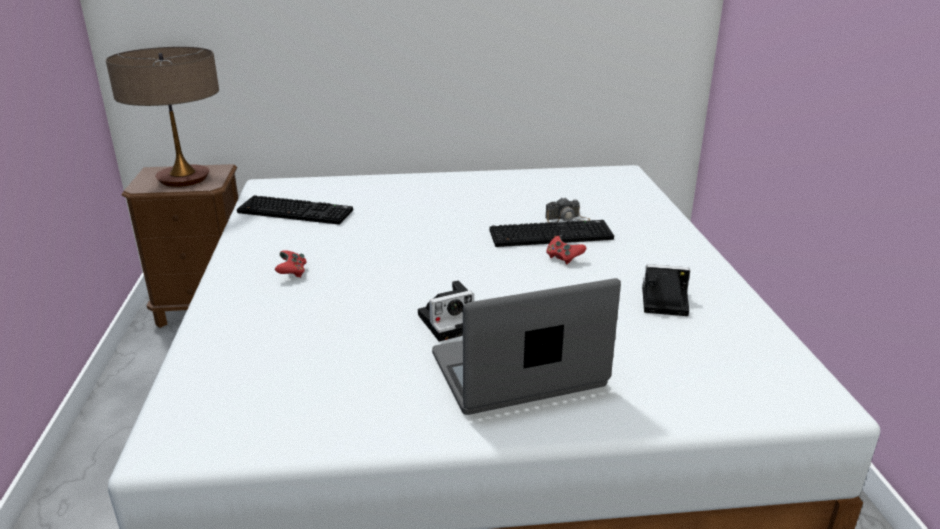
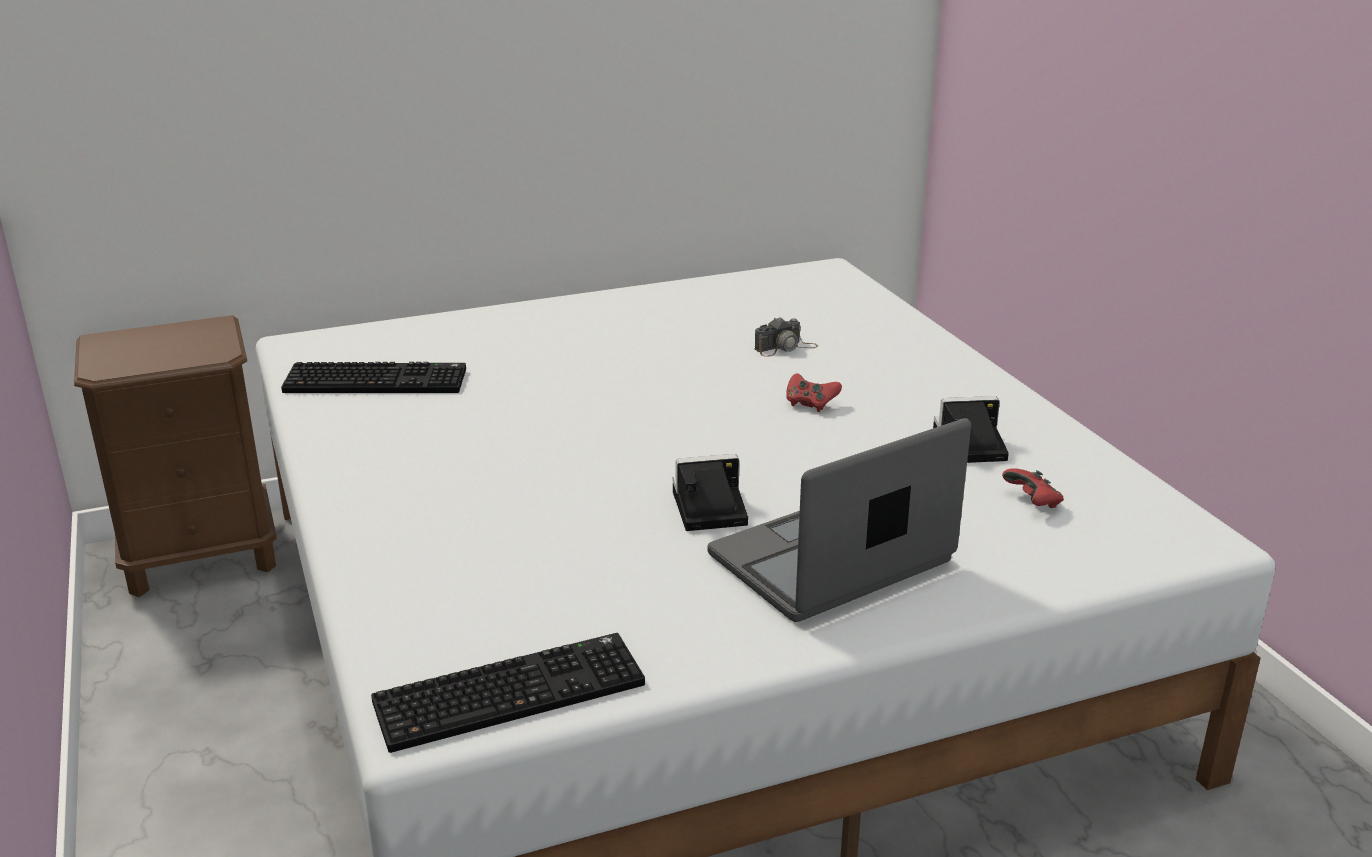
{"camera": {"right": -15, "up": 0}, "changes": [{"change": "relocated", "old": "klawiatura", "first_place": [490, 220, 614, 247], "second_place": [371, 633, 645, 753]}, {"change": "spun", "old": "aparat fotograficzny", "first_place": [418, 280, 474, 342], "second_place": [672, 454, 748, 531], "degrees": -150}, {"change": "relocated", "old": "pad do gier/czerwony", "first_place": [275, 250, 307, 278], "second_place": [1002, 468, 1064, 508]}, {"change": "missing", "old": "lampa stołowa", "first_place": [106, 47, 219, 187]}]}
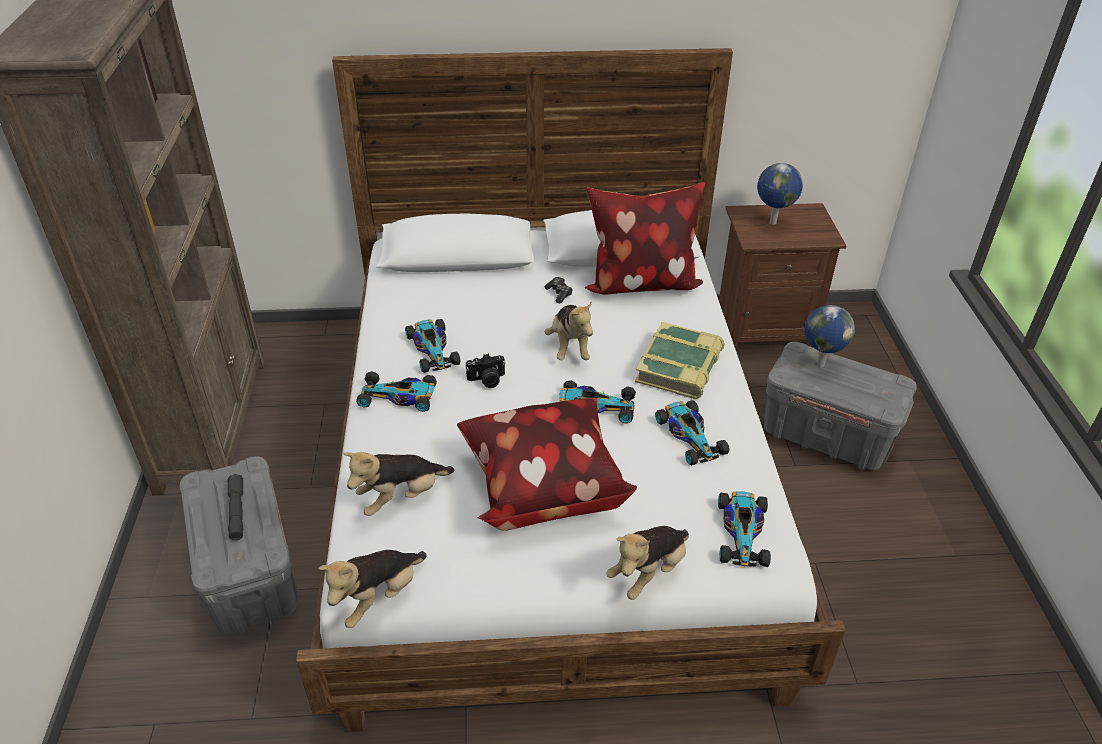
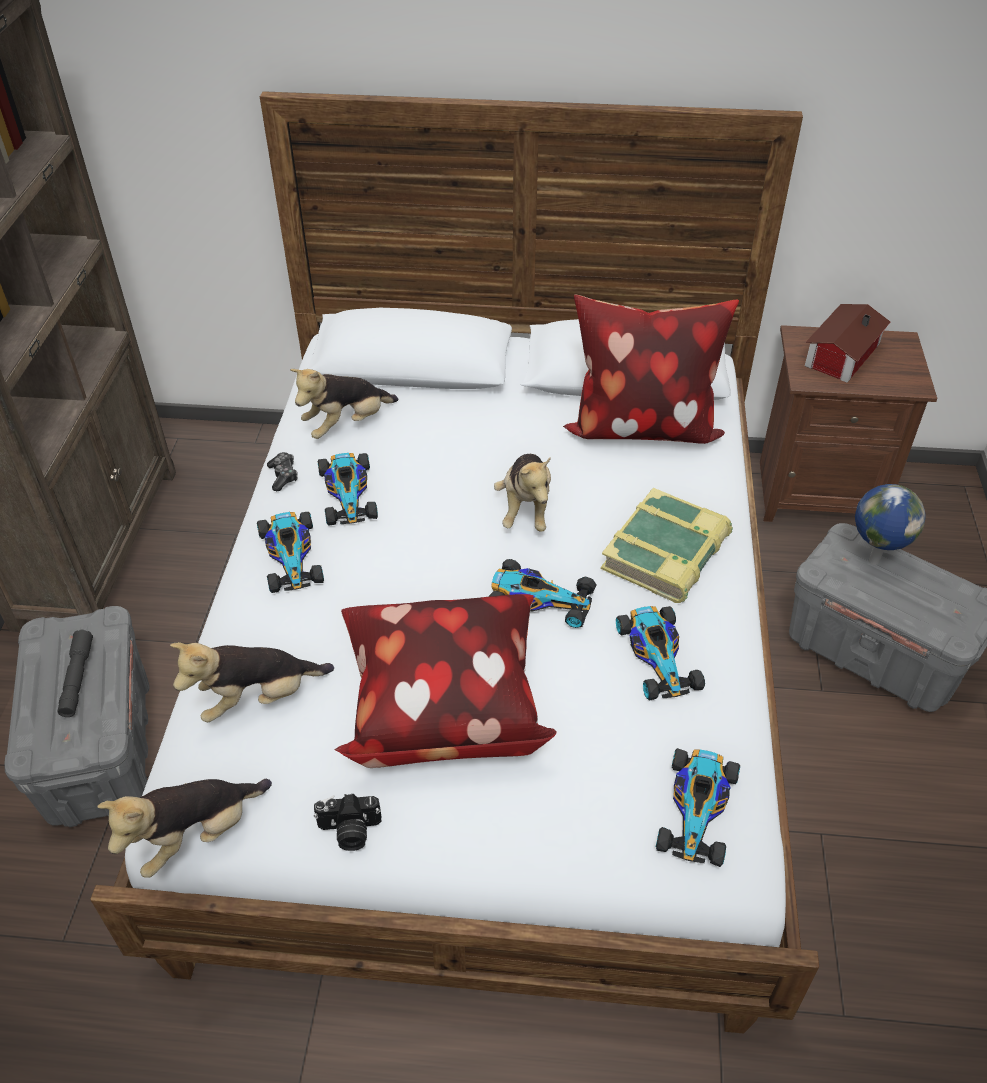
{"camera": {"right": 10, "up": 5}, "changes": [{"change": "spun", "old": "samochodzik", "first_place": [356, 371, 437, 412], "second_place": [257, 512, 324, 593], "degrees": -120}, {"change": "relocated", "old": "pad do gier", "first_place": [544, 277, 573, 303], "second_place": [267, 452, 298, 491]}, {"change": "relocated", "old": "pluszak", "first_place": [606, 526, 689, 600], "second_place": [290, 369, 398, 439]}, {"change": "relocated", "old": "aparat fotograficzny", "first_place": [466, 353, 505, 388], "second_place": [314, 794, 382, 851]}, {"change": "exchanged", "old": "globus", "new": "domek", "first_place": [757, 163, 803, 225], "second_place": [805, 304, 891, 383]}]}
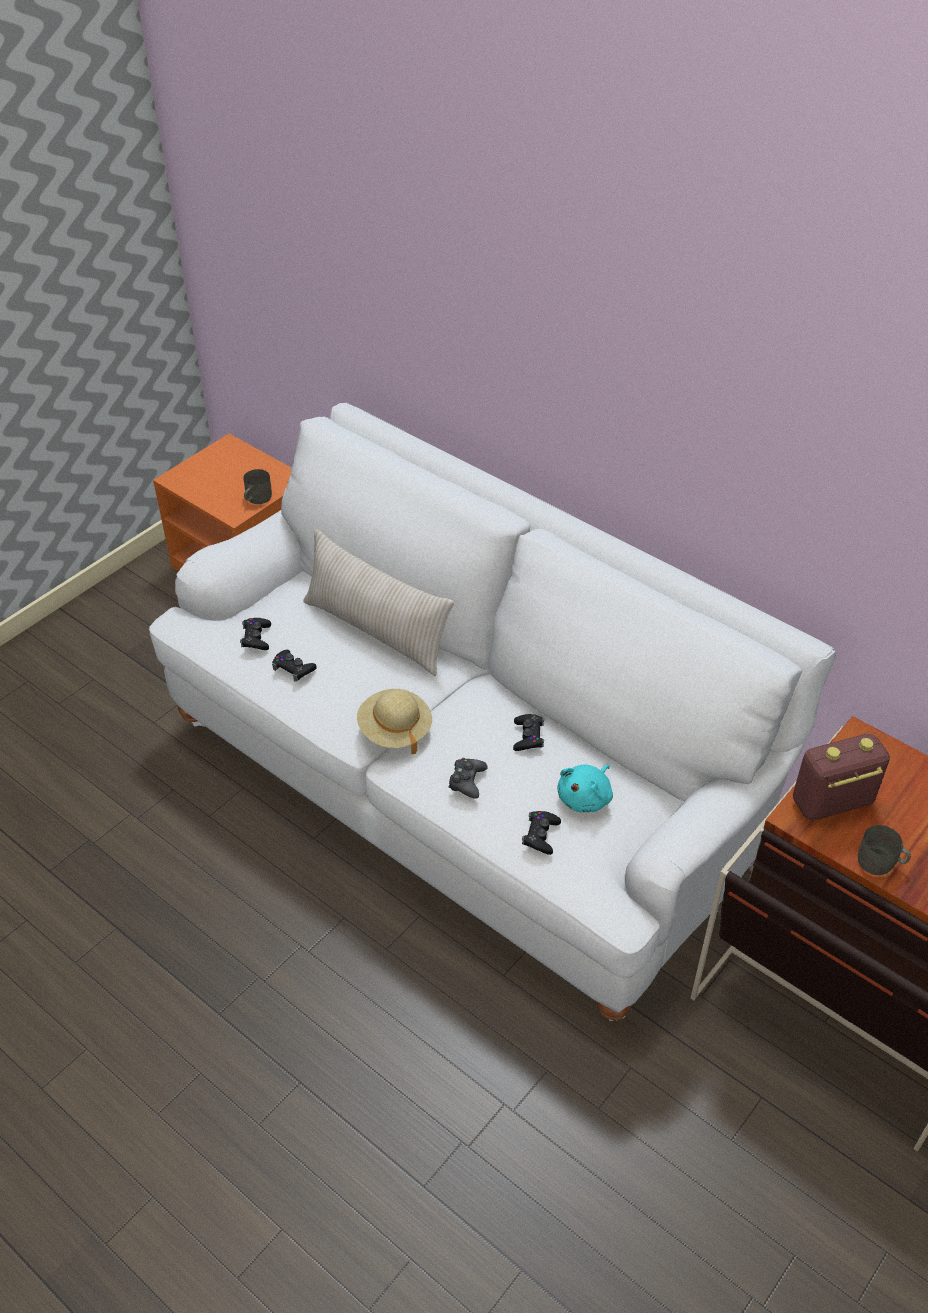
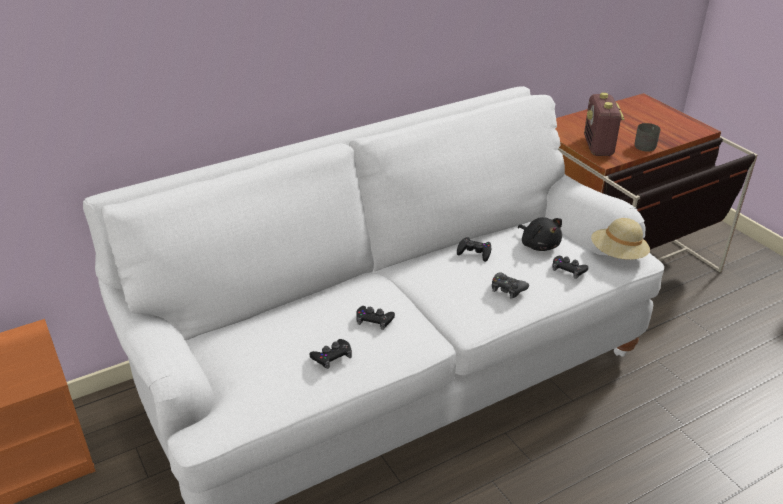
{"camera": {"right": -70, "up": -10}, "changes": [{"change": "relocated", "old": "pad do gier/czarny", "first_place": [240, 618, 271, 650], "second_place": [356, 306, 395, 330]}, {"change": "colour", "old": "pluszak/turkusowy", "new": "pluszak/czarny", "first_place": [557, 764, 613, 812], "second_place": [518, 217, 562, 251]}, {"change": "relocated", "old": "kapelusz/beżowy", "first_place": [357, 689, 432, 754], "second_place": [591, 218, 650, 260]}, {"change": "missing", "old": "kubek/szary", "first_place": [243, 469, 272, 504]}, {"change": "missing", "old": "poduszka/beżowy", "first_place": [303, 529, 454, 676]}]}
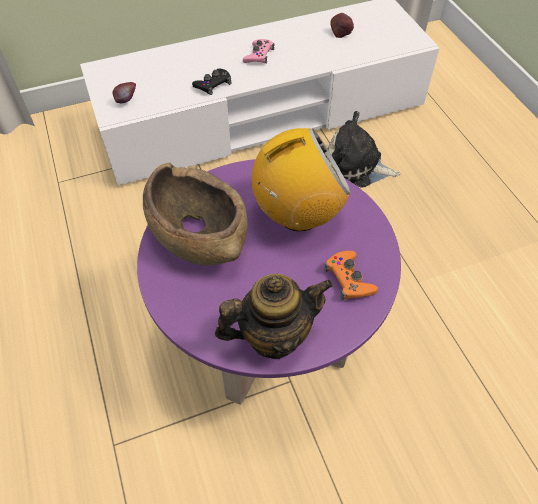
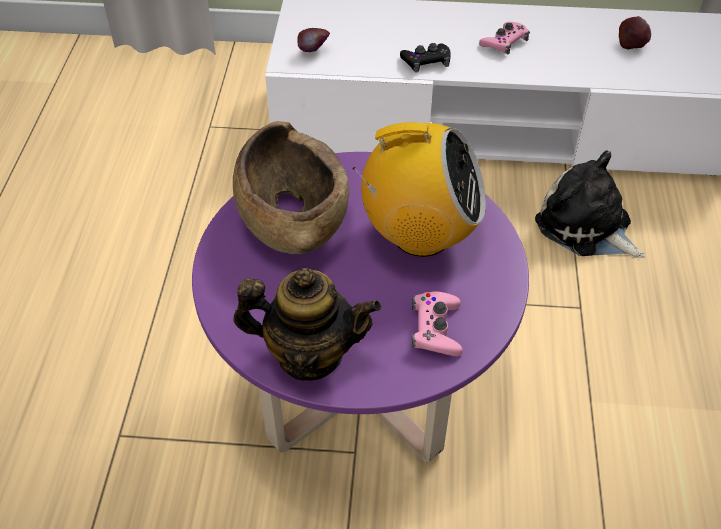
{"camera": {"right": 25, "up": -5}, "changes": [{"change": "colour", "old": "pad do gier/pomarańczowy", "new": "pad do gier/różowy", "first_place": [325, 251, 378, 300], "second_place": [412, 291, 463, 356]}]}
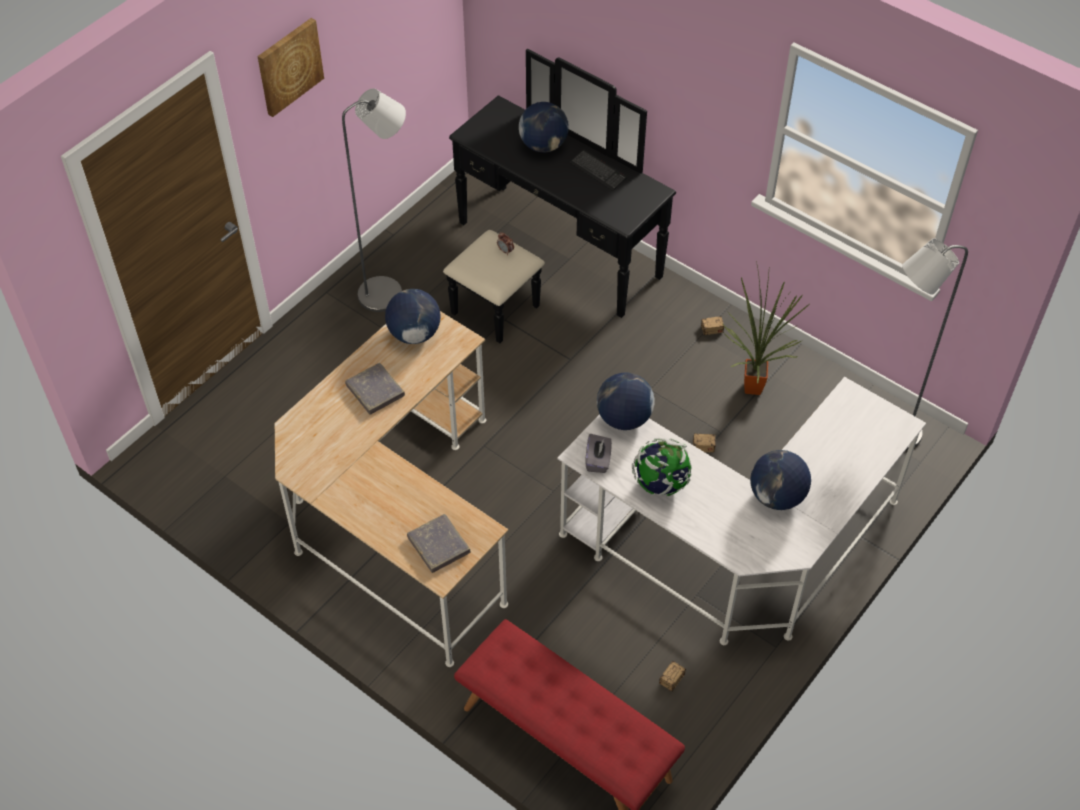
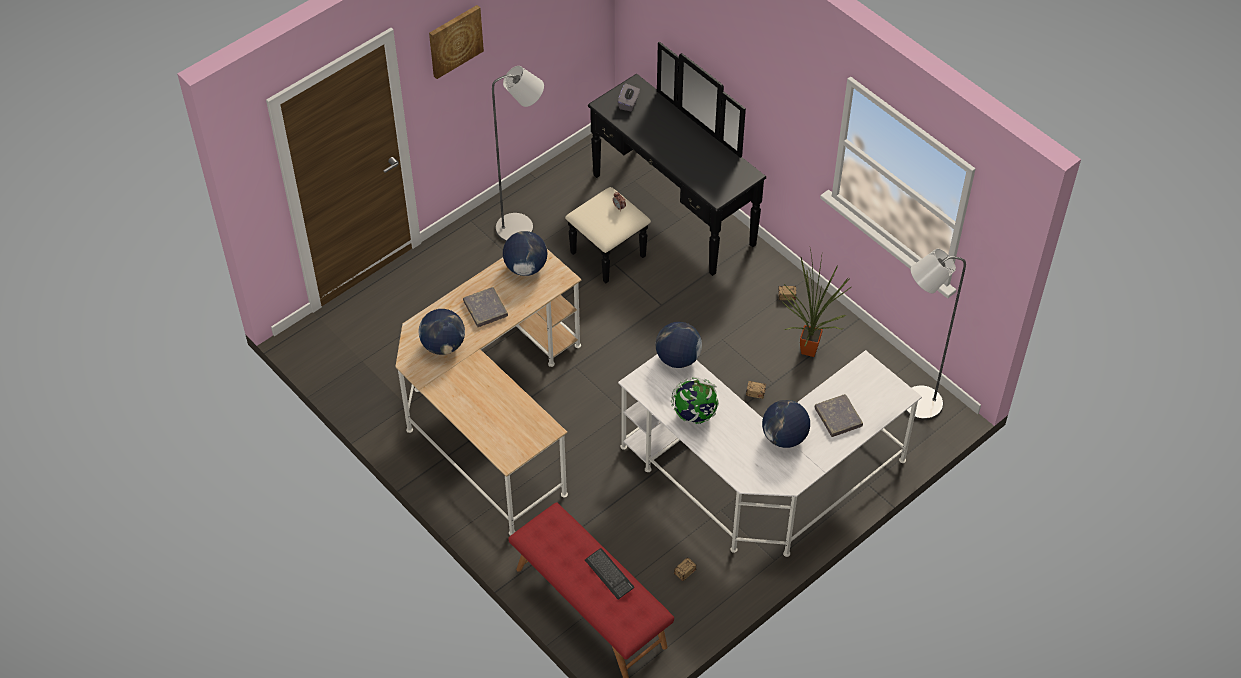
{"camera": {"right": 10, "up": 0}, "changes": [{"change": "relocated", "old": "globus", "first_place": [519, 102, 569, 152], "second_place": [418, 309, 465, 355]}, {"change": "relocated", "old": "klawiatura", "first_place": [569, 150, 627, 191], "second_place": [585, 548, 634, 600]}, {"change": "relocated", "old": "pudełko chusteczek/szary", "first_place": [586, 434, 612, 473], "second_place": [618, 83, 640, 111]}, {"change": "relocated", "old": "książka/szary", "first_place": [407, 514, 470, 573], "second_place": [815, 394, 863, 437]}]}
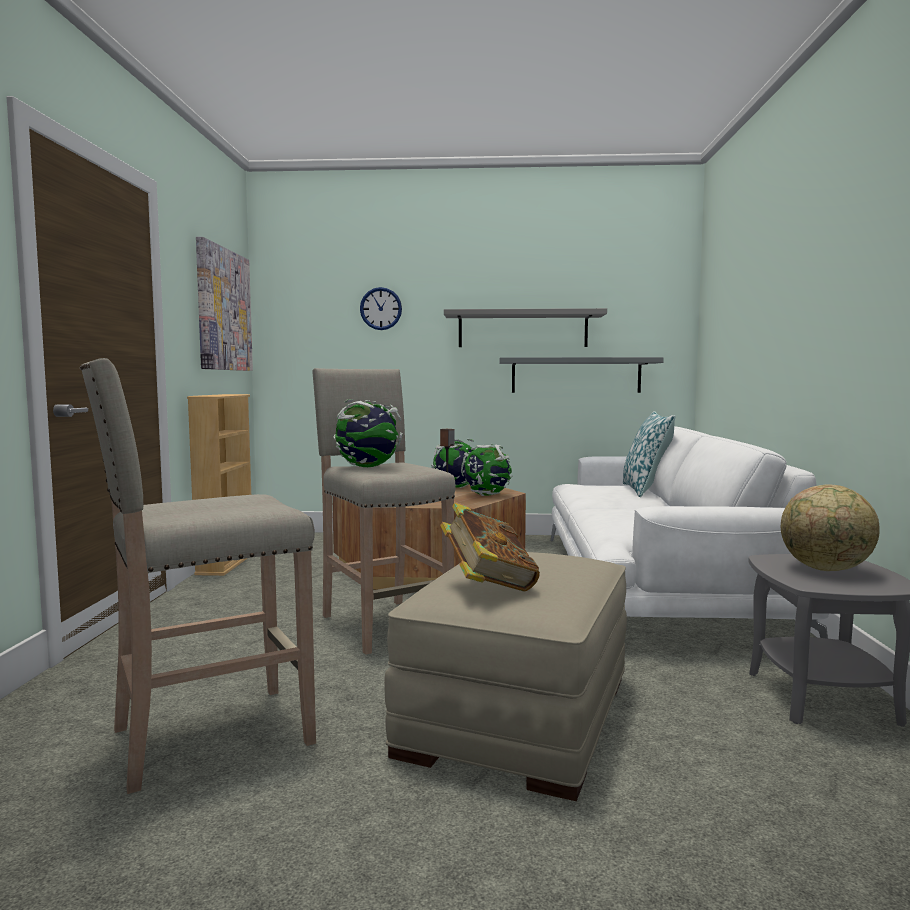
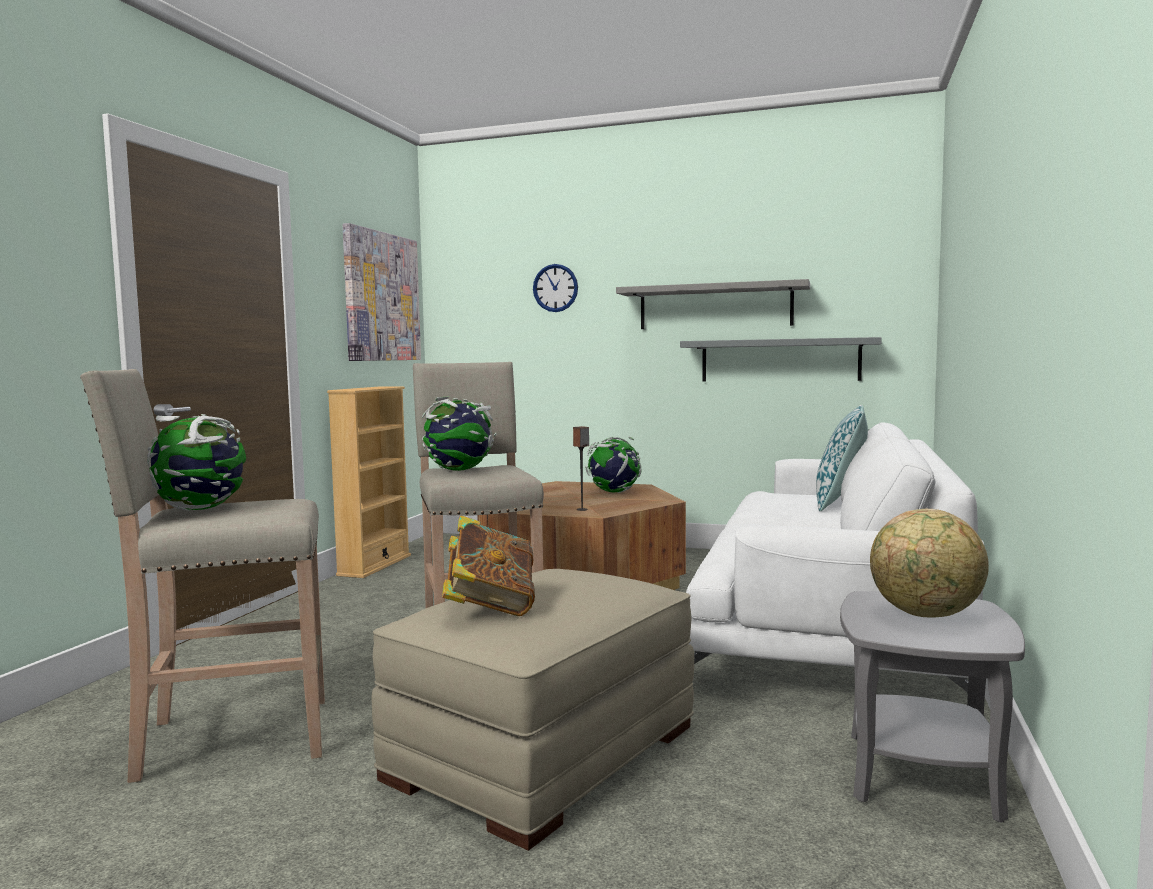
{"camera": {"right": 15, "up": 0}, "changes": [{"change": "relocated", "old": "globus", "first_place": [461, 444, 513, 496], "second_place": [147, 414, 246, 511]}]}
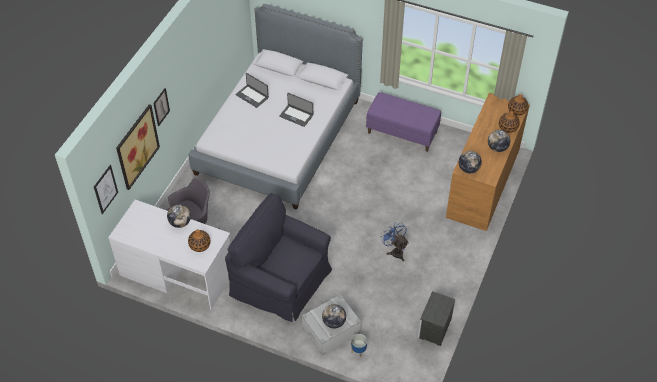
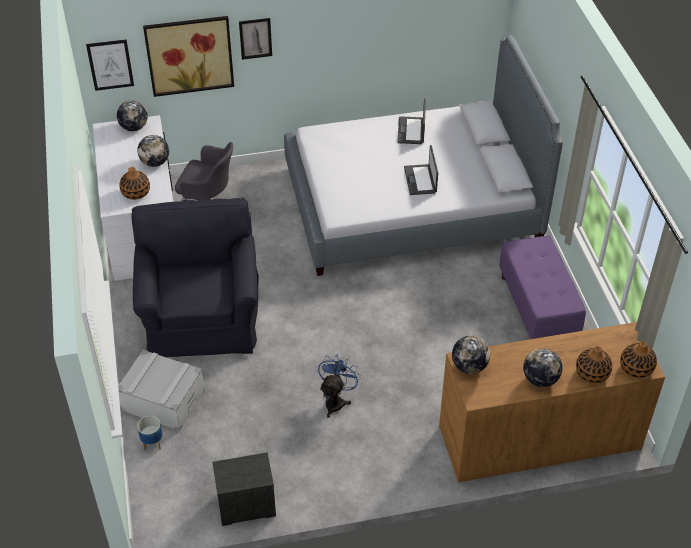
{"camera": {"right": 55, "up": -5}, "changes": [{"change": "relocated", "old": "globus", "first_place": [322, 304, 346, 329], "second_place": [117, 101, 148, 131]}]}
